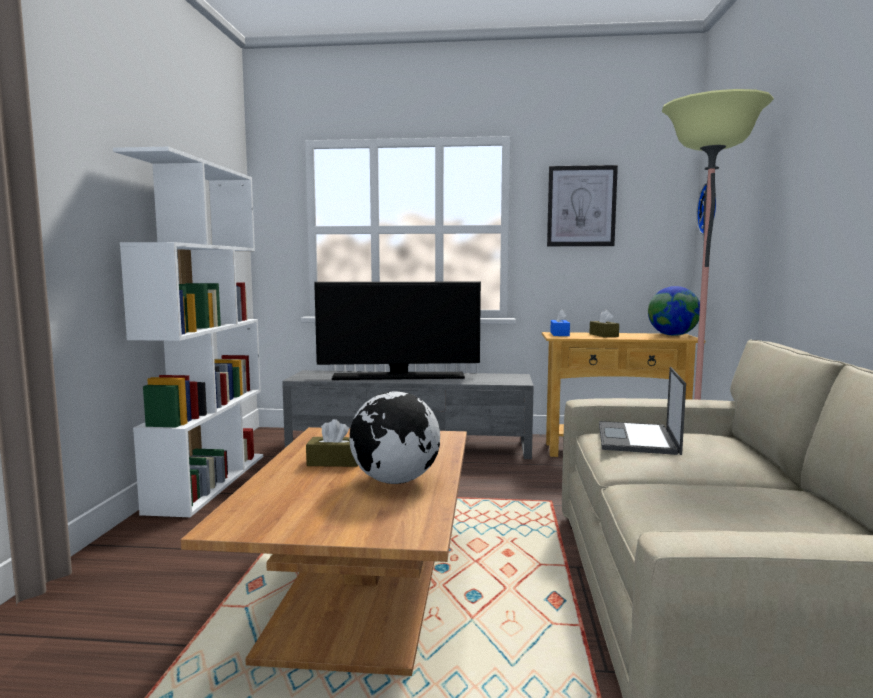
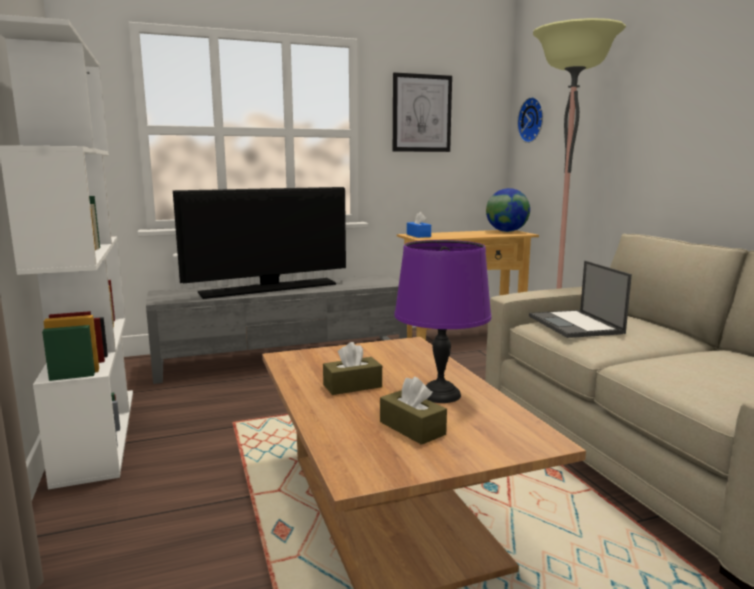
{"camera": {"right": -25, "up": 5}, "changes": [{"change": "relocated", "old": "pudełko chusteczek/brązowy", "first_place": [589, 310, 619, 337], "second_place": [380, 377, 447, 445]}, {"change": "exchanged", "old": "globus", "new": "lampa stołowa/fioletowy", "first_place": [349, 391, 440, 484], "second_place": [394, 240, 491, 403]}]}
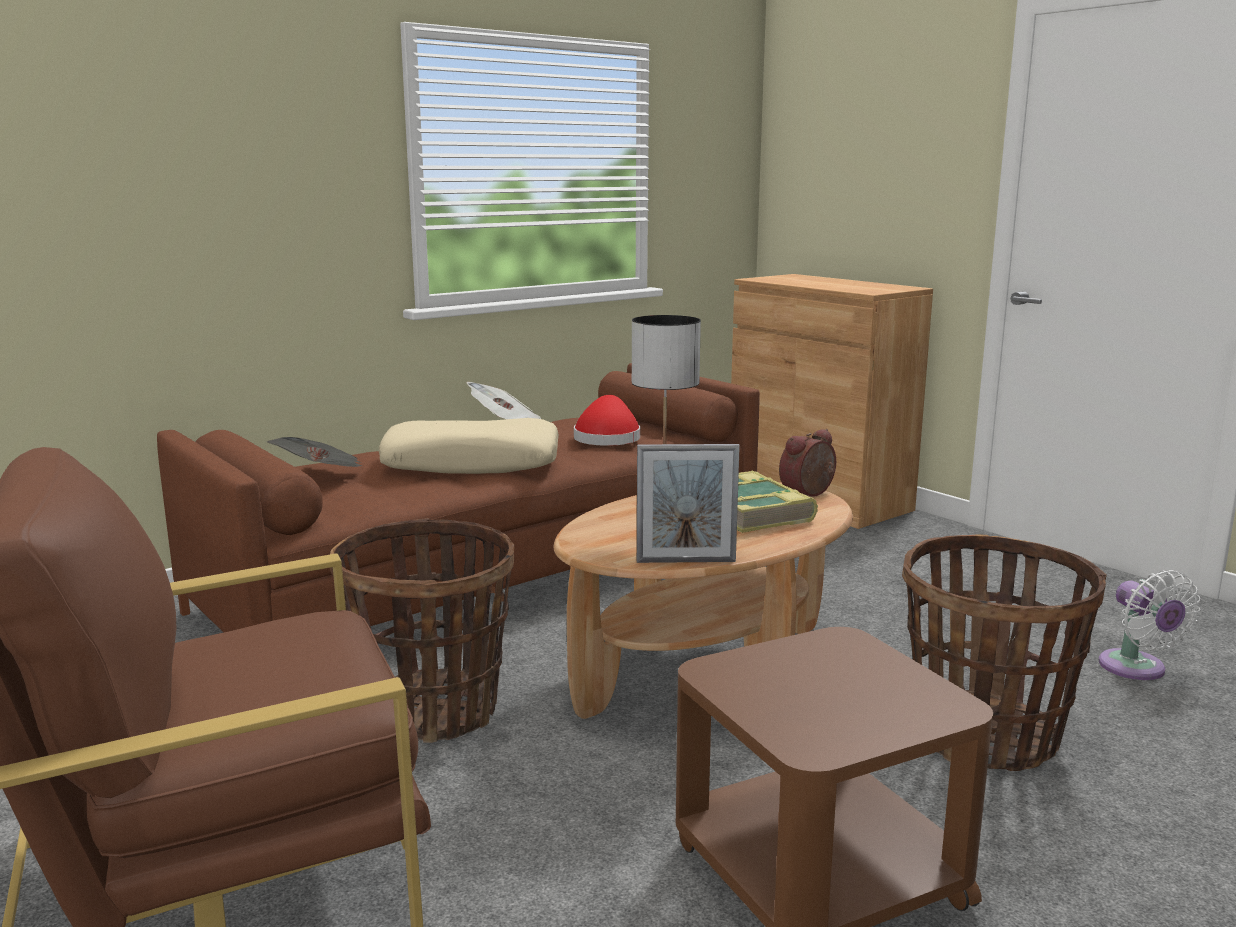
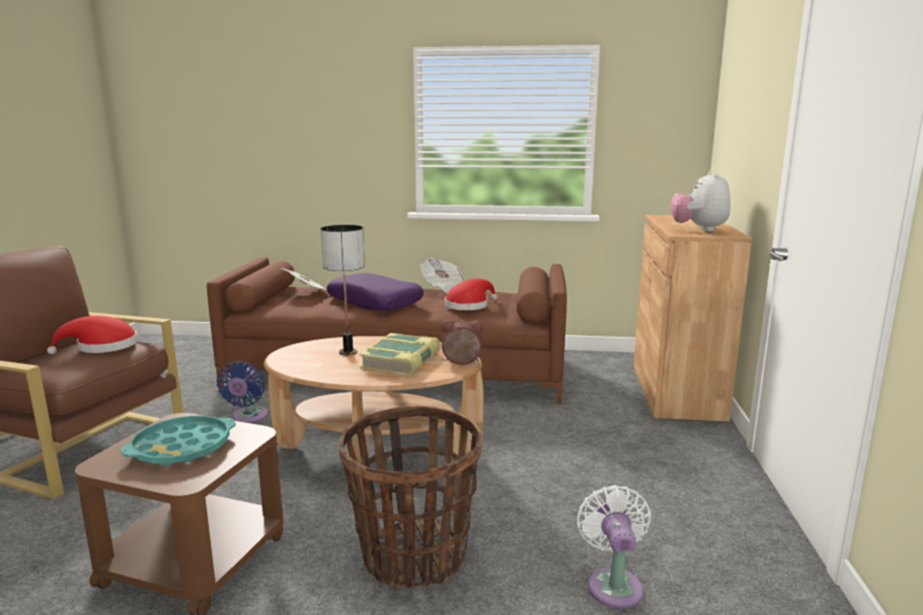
{"camera": {"right": 45, "up": 0}, "changes": [{"change": "appeared", "new": "kapelusz/czerwony", "second_place": [47, 316, 138, 354]}, {"change": "appeared", "new": "taca/turkusowy", "second_place": [121, 416, 236, 466]}, {"change": "exchanged", "old": "koszyk", "new": "wentylator/niebieski", "first_place": [330, 518, 514, 743], "second_place": [217, 361, 268, 423]}, {"change": "colour", "old": "poduszka/beżowy", "new": "poduszka/fioletowy", "first_place": [379, 418, 559, 474], "second_place": [327, 273, 424, 310]}, {"change": "spun", "old": "wentylator/biały", "first_place": [1099, 570, 1201, 680], "second_place": [577, 485, 651, 609], "degrees": 150}, {"change": "appeared", "new": "pluszak", "second_place": [670, 171, 730, 231]}, {"change": "missing", "old": "ramka na zdjęcie", "first_place": [637, 444, 740, 563]}]}
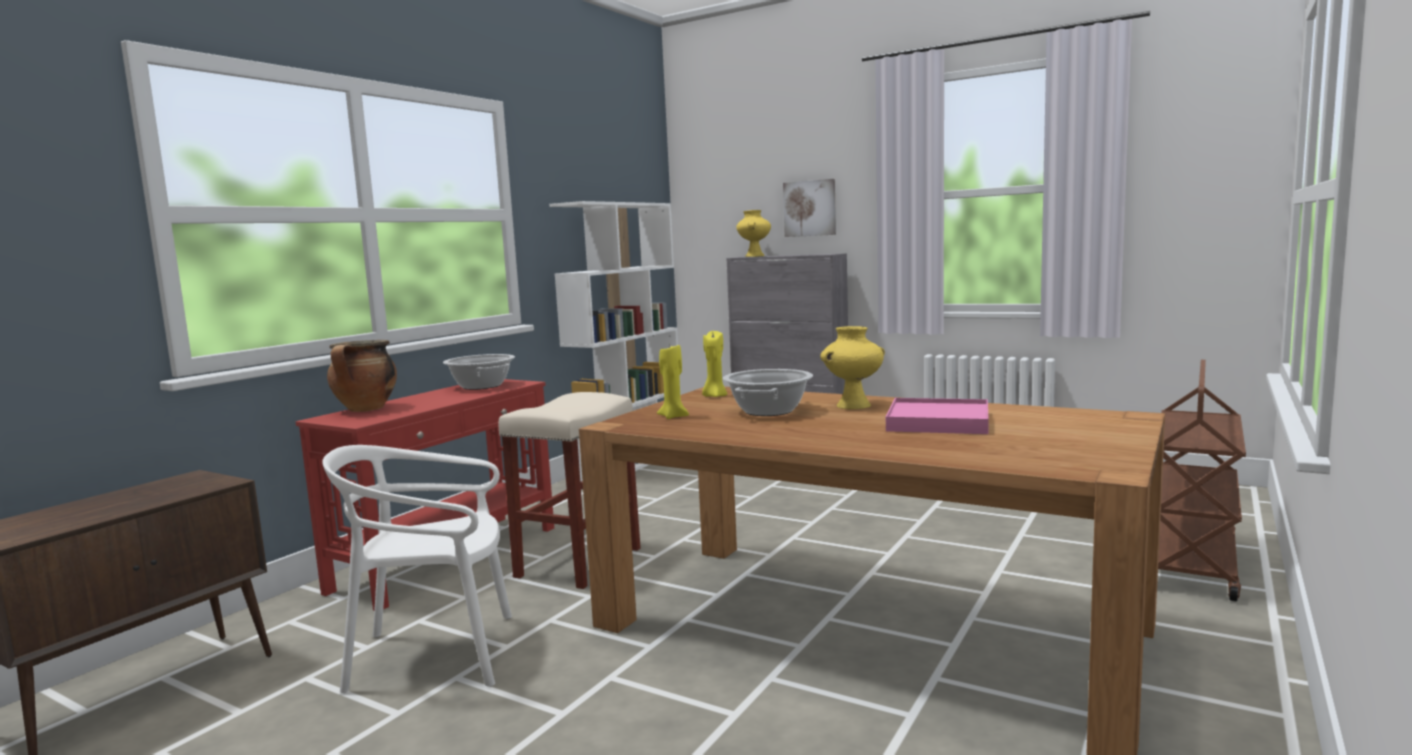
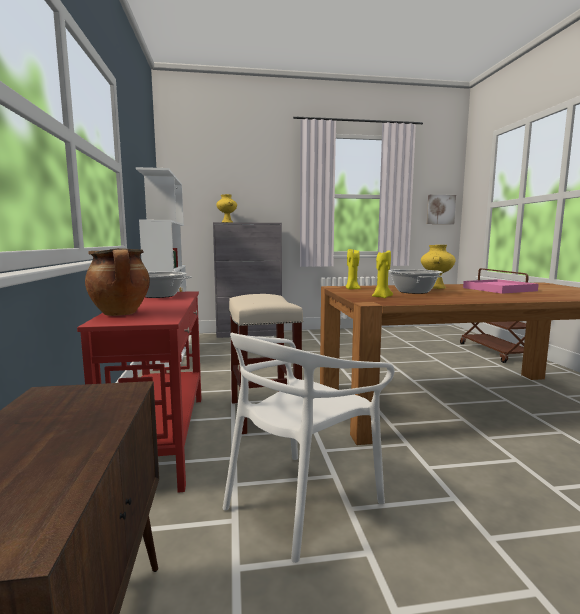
{"camera": {"right": -40, "up": 0}, "changes": [{"change": "relocated", "old": "obraz", "first_place": [783, 179, 836, 237], "second_place": [427, 195, 456, 224]}]}
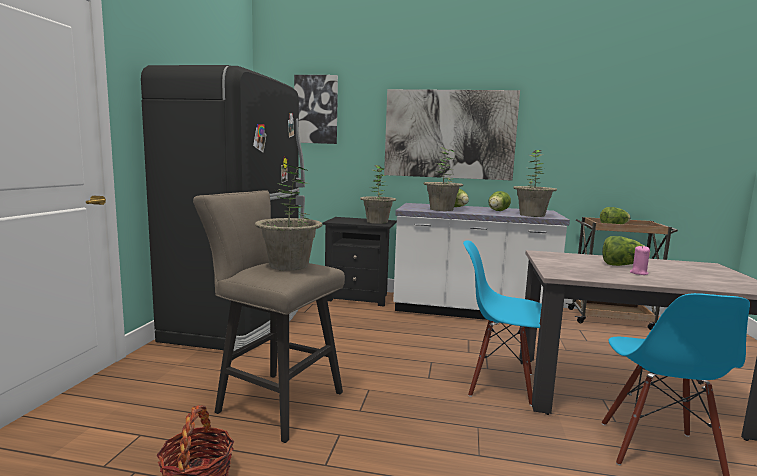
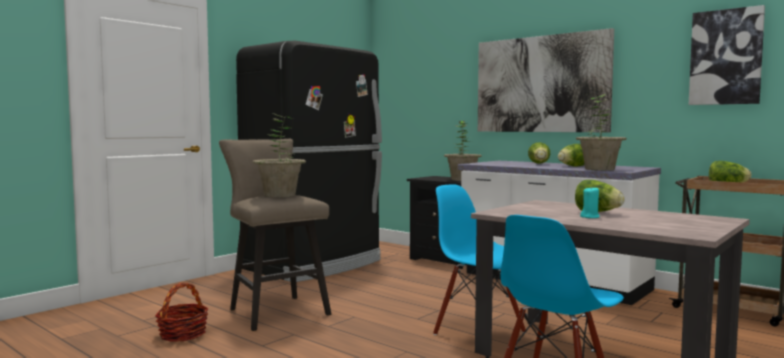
{"camera": {"right": 30, "up": -5}, "changes": [{"change": "colour", "old": "świeca/różowy", "new": "świeca/turkusowy", "first_place": [630, 245, 650, 275], "second_place": [580, 186, 600, 218]}, {"change": "relocated", "old": "obraz", "first_place": [294, 75, 338, 144], "second_place": [689, 5, 765, 105]}, {"change": "missing", "old": "roślina doniczkowa", "first_place": [423, 147, 463, 211]}]}
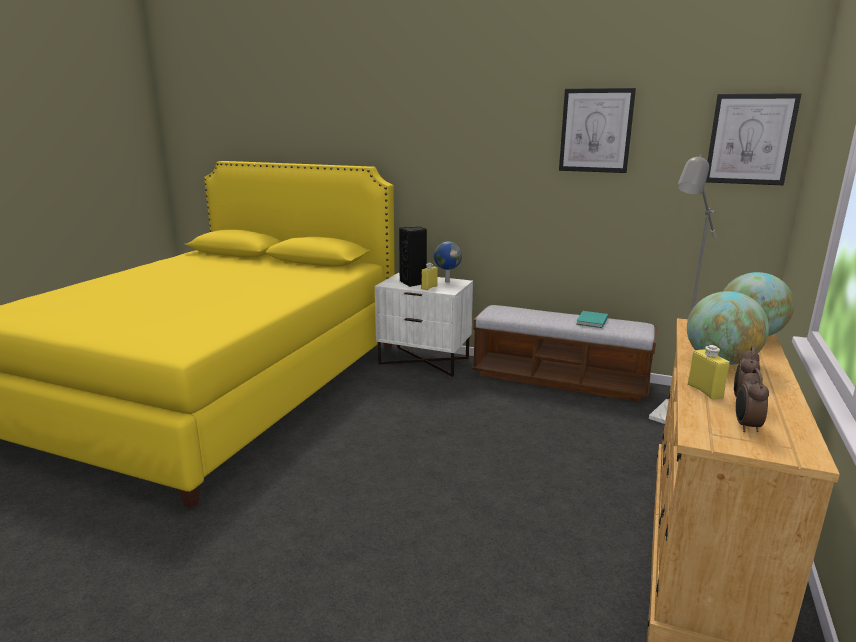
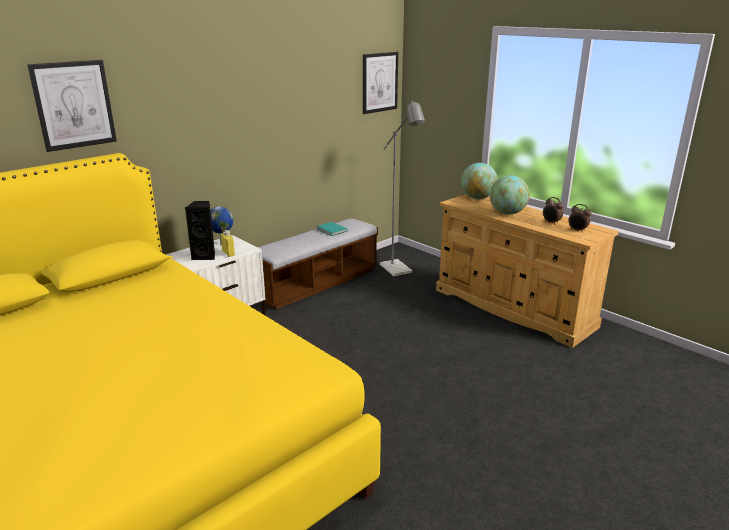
{"camera": {"right": -65, "up": 5}, "changes": [{"change": "relocated", "old": "obraz", "first_place": [559, 88, 636, 173], "second_place": [27, 60, 117, 152]}, {"change": "missing", "old": "butelka/żółty", "first_place": [688, 345, 730, 400]}]}
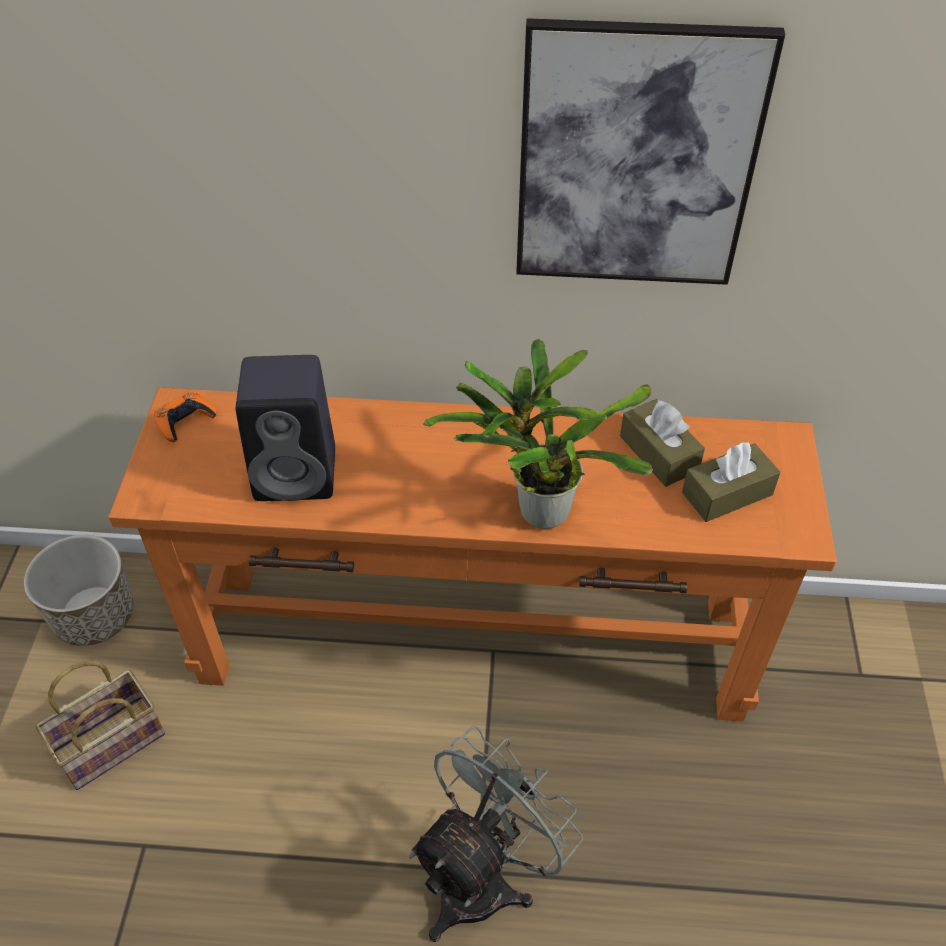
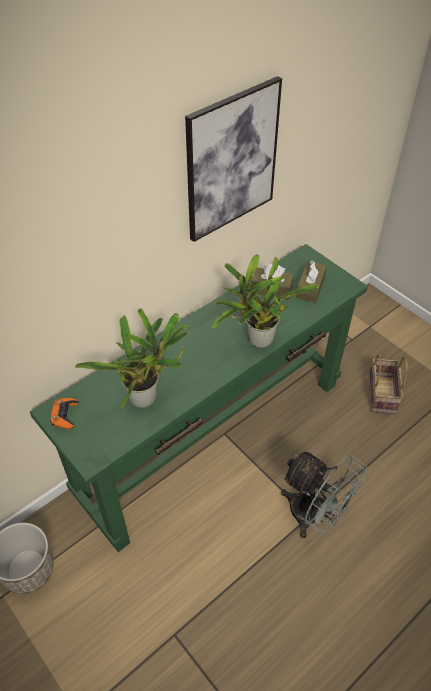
{"camera": {"right": -45, "up": 0}, "changes": [{"change": "colour", "old": "stolik konsolowy/pomarańczowy", "new": "stolik konsolowy/zielony", "first_place": [108, 387, 837, 722], "second_place": [30, 244, 368, 552]}, {"change": "exchanged", "old": "głośnik/czarny", "new": "roślina doniczkowa", "first_place": [236, 355, 335, 501], "second_place": [75, 309, 189, 410]}, {"change": "spun", "old": "wentylator/szary", "first_place": [409, 726, 583, 942], "second_place": [281, 452, 368, 538], "degrees": 135}, {"change": "relocated", "old": "koszyk", "first_place": [36, 661, 165, 790], "second_place": [369, 354, 408, 414]}]}
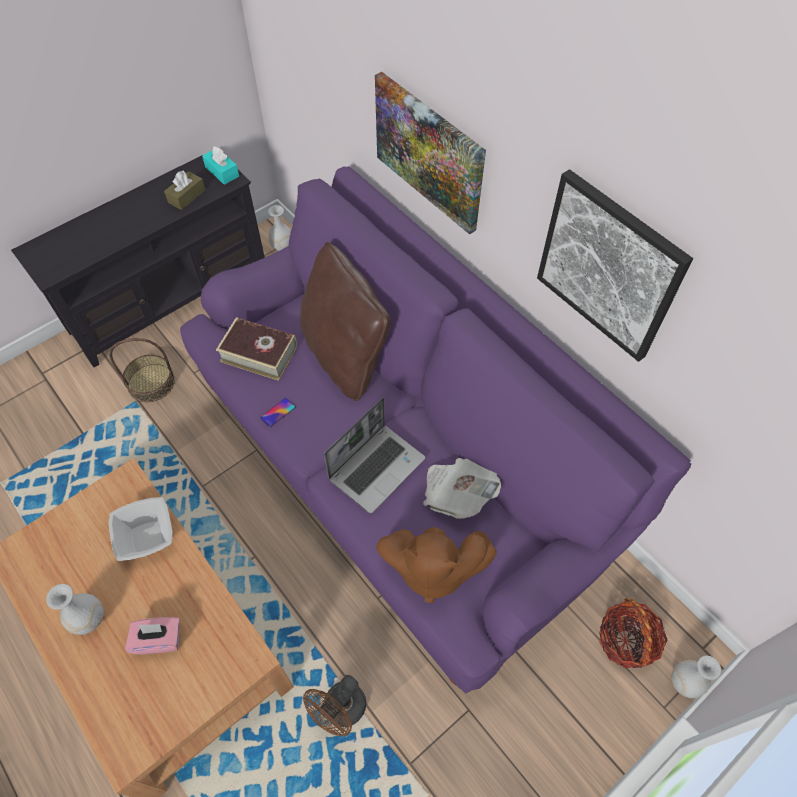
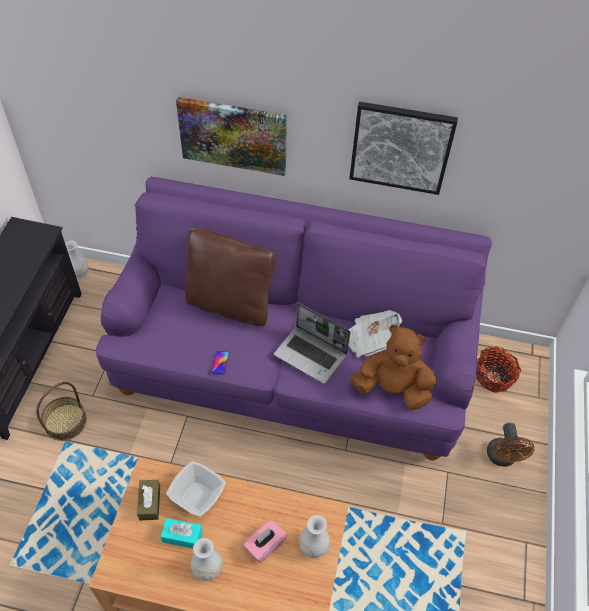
{"camera": {"right": -40, "up": -5}, "changes": [{"change": "relocated", "old": "pudełko chusteczek/brązowy", "first_place": [164, 170, 205, 210], "second_place": [137, 480, 160, 521]}, {"change": "relocated", "old": "pudełko chusteczek/turkusowy", "first_place": [202, 146, 239, 185], "second_place": [160, 518, 203, 548]}, {"change": "spun", "old": "laptop", "first_place": [324, 398, 425, 514], "second_place": [274, 303, 351, 384], "degrees": 120}, {"change": "relocated", "old": "wazon/biały", "first_place": [672, 656, 721, 698], "second_place": [299, 515, 330, 558]}, {"change": "spun", "old": "pluszak/brązowy", "first_place": [376, 527, 497, 603], "second_place": [350, 325, 437, 410], "degrees": -135}, {"change": "relocated", "old": "wentylator/brązowy", "first_place": [303, 675, 366, 736], "second_place": [487, 423, 535, 466]}, {"change": "missing", "old": "książka", "first_place": [216, 317, 297, 381]}]}
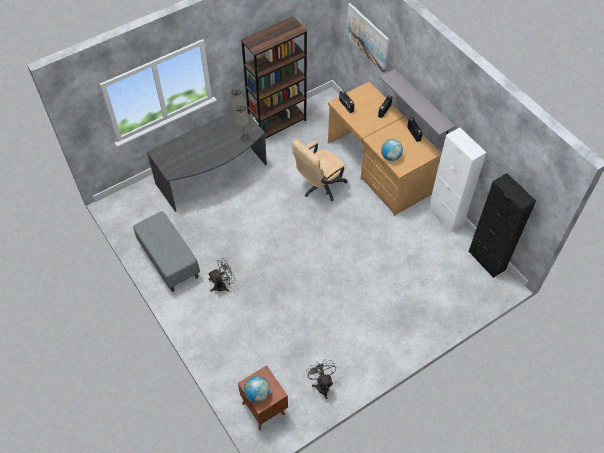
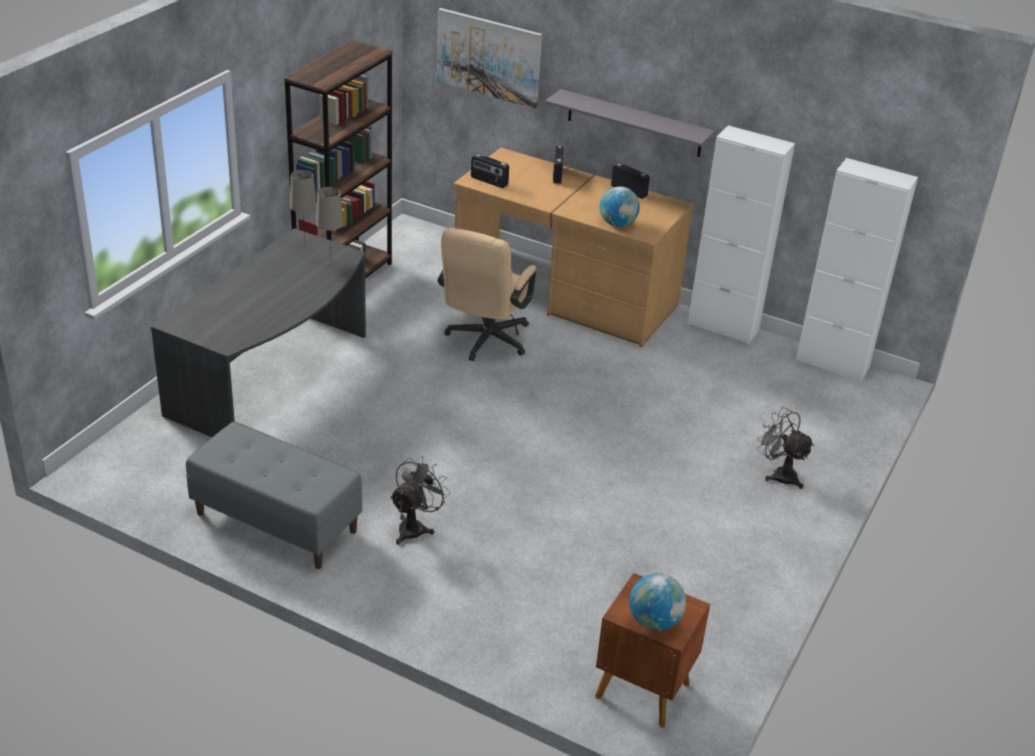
{"camera": {"right": -30, "up": -20}, "changes": [{"change": "relocated", "old": "wentylator/szary", "first_place": [306, 359, 336, 399], "second_place": [757, 407, 814, 489]}, {"change": "colour", "old": "szafka/czarny", "new": "szafka/biały", "first_place": [469, 173, 536, 278], "second_place": [796, 158, 918, 382]}]}
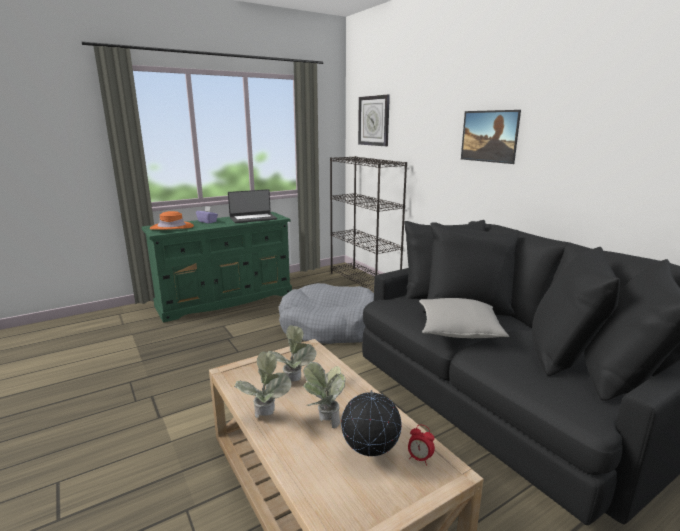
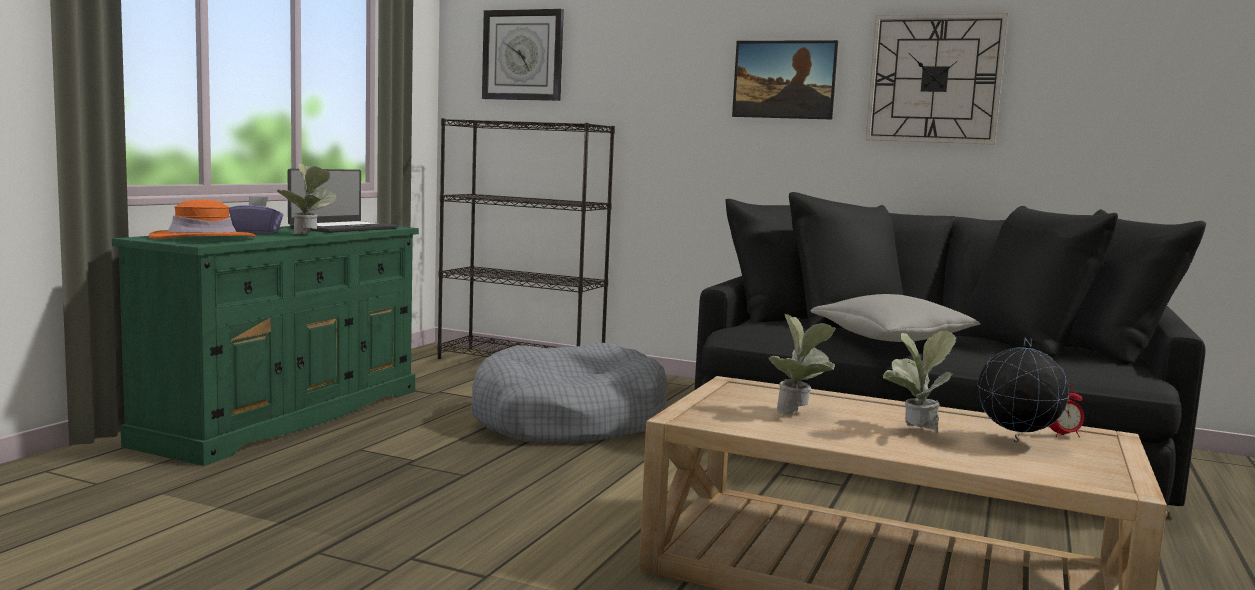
{"camera": {"right": -35, "up": -10}, "changes": [{"change": "relocated", "old": "roślina doniczkowa", "first_place": [234, 352, 292, 418], "second_place": [277, 163, 336, 234]}, {"change": "appeared", "new": "zegar ścienny", "second_place": [866, 13, 1008, 145]}]}
